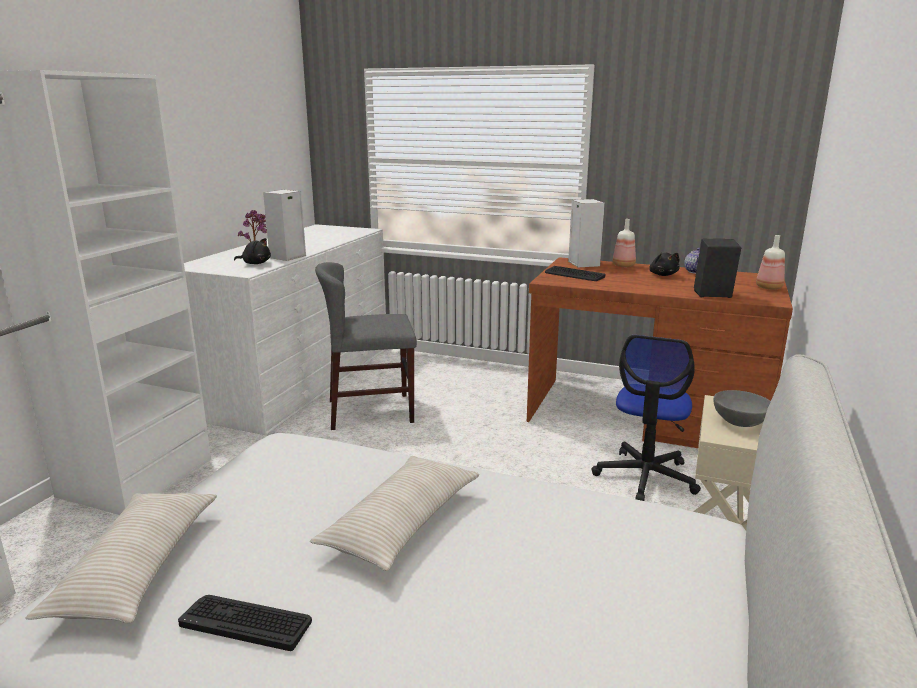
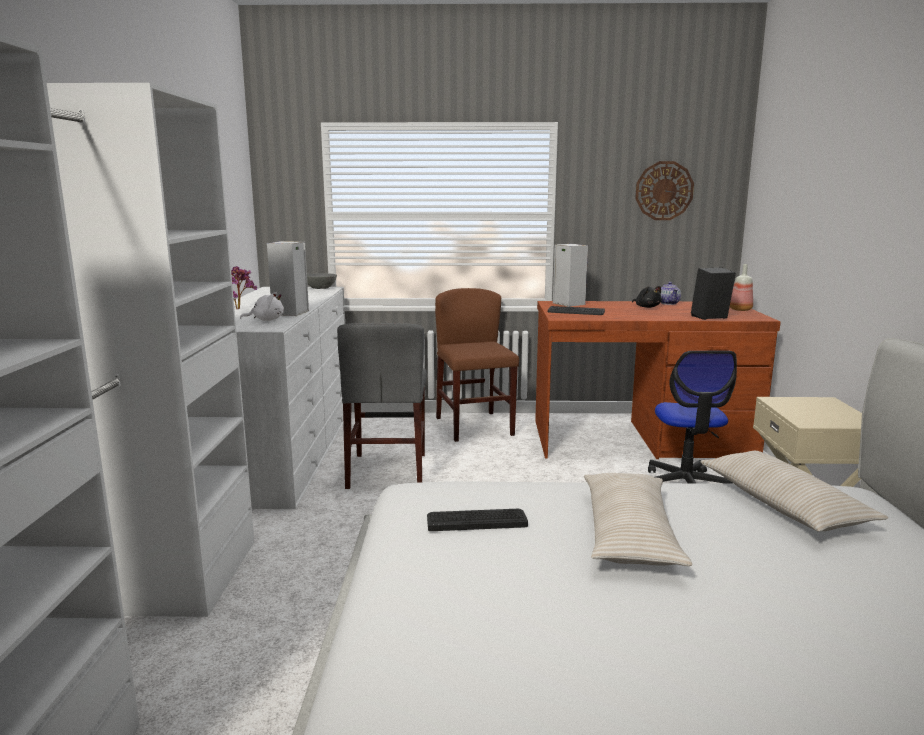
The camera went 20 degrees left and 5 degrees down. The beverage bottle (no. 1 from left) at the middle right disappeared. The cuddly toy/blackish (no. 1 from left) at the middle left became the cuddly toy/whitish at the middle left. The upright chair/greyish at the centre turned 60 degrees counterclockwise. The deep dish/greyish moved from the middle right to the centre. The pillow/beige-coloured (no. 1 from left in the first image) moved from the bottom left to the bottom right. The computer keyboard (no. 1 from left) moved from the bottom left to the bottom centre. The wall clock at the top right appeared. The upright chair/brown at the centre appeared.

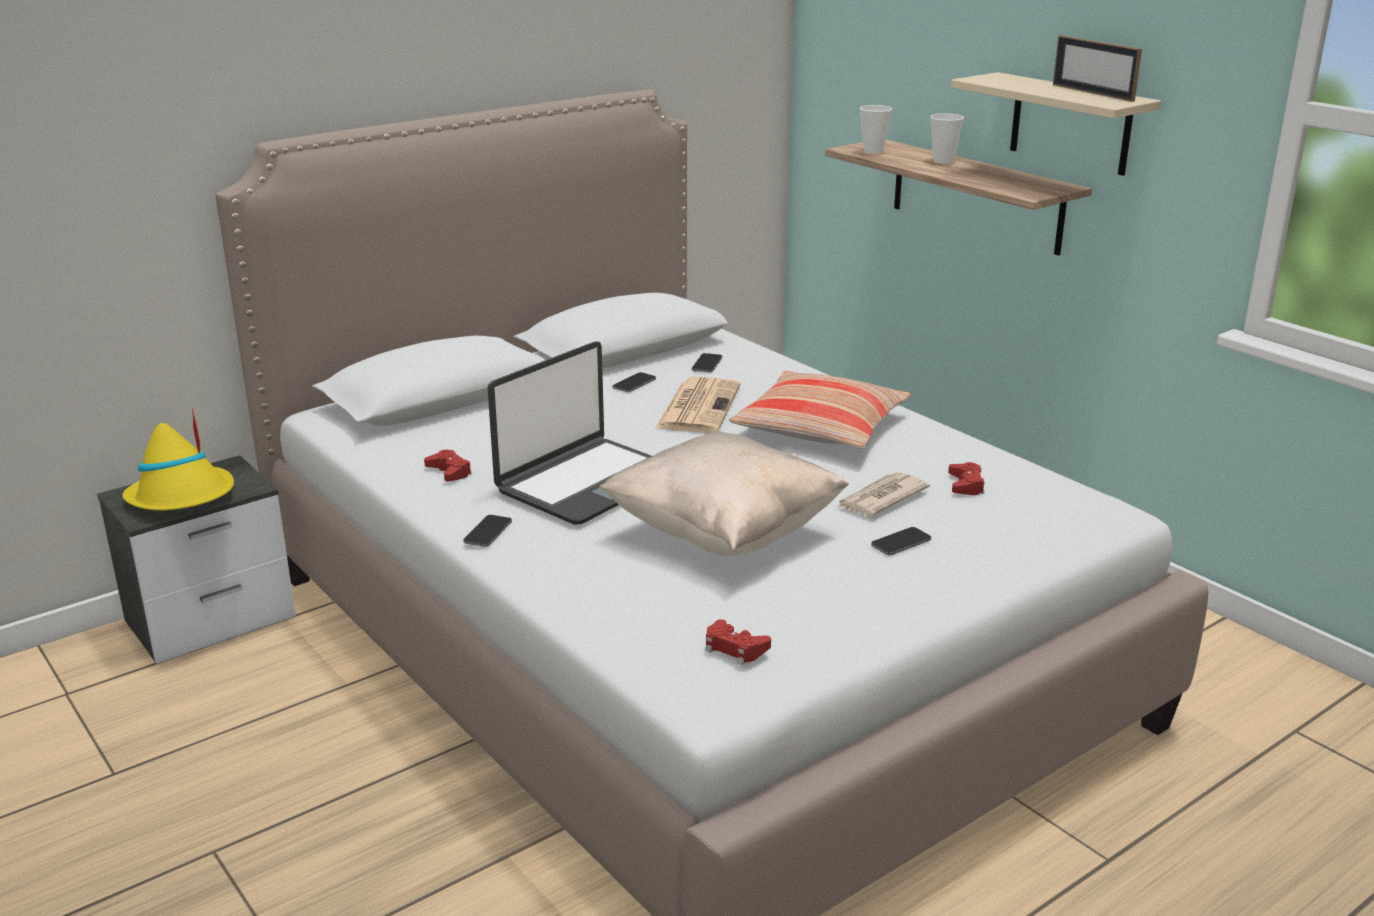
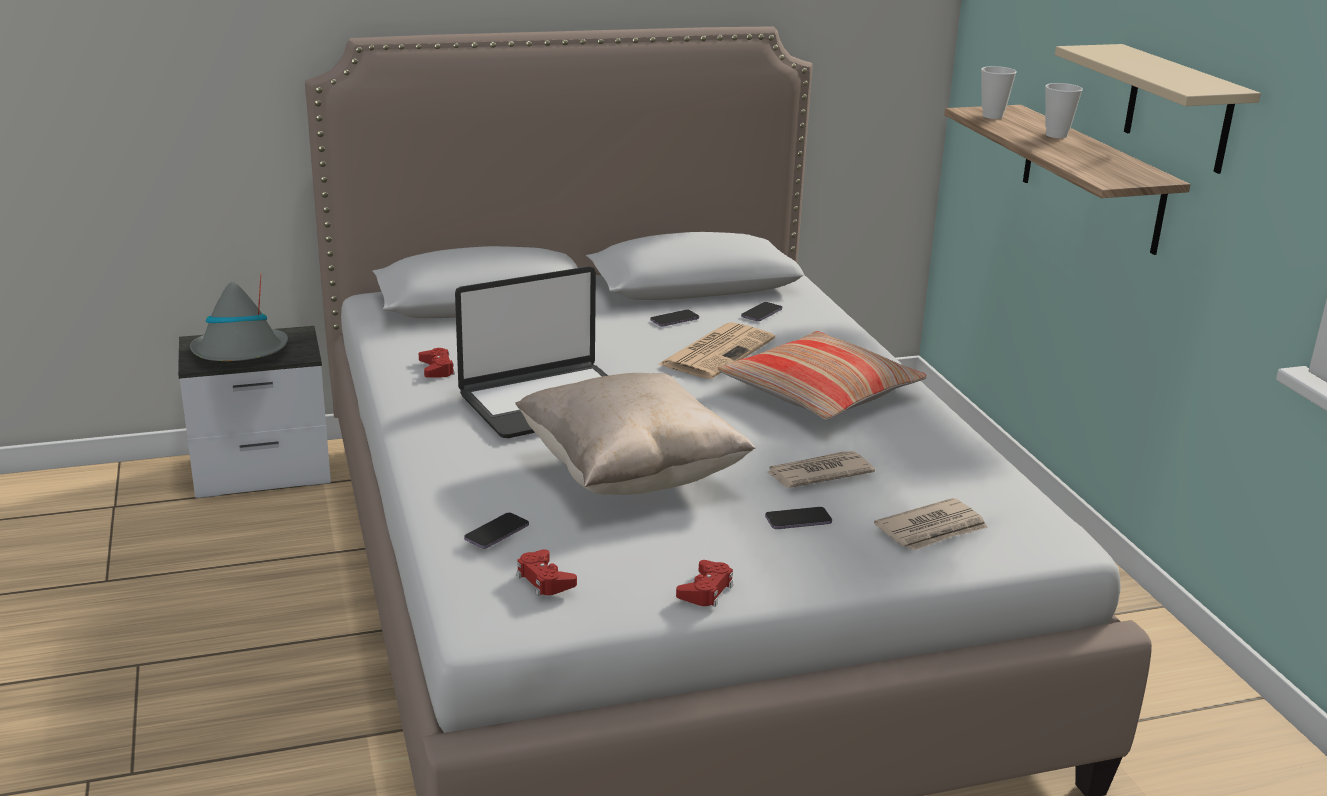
The camera went 20 degrees right and 0 degrees up. The picture frame at the top right disappeared. The wearable hat/yellowish at the middle left became the wearable hat/greyish at the middle left. The gamepad/reddish (no. 3 from left) moved from the middle right to the bottom centre. The phone (no. 1 from left) moved from the centre to the bottom centre. The printed paper (no. 3 from left) at the middle right appeared.

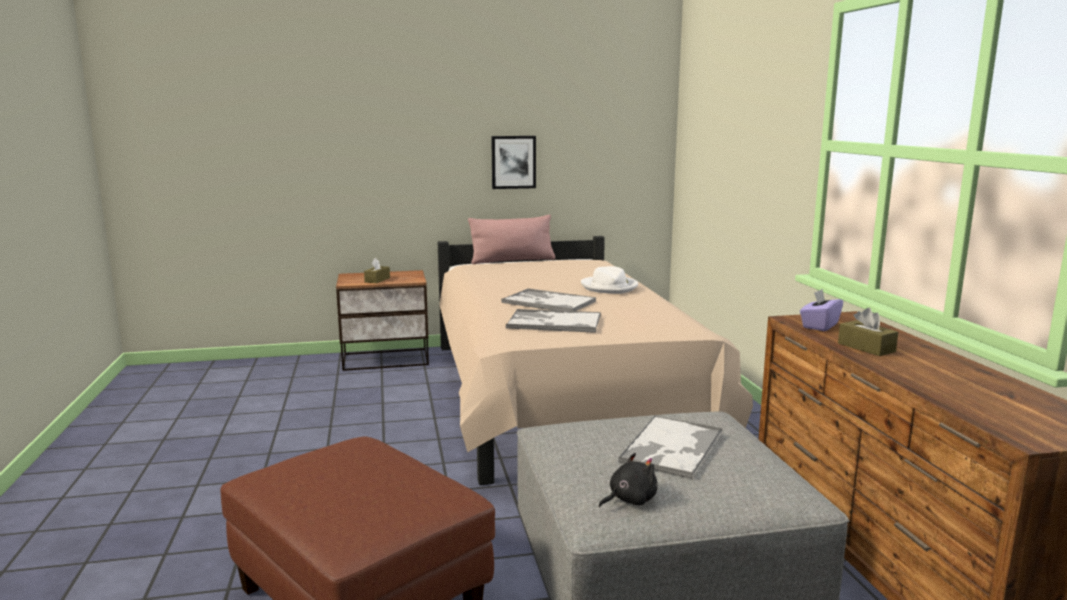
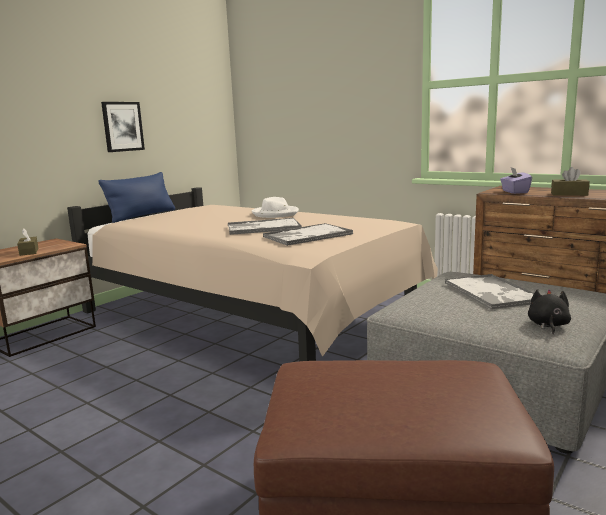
The camera went 40 degrees left and 0 degrees up. The pillow/pinkish at the centre became the pillow/bluish at the middle left.

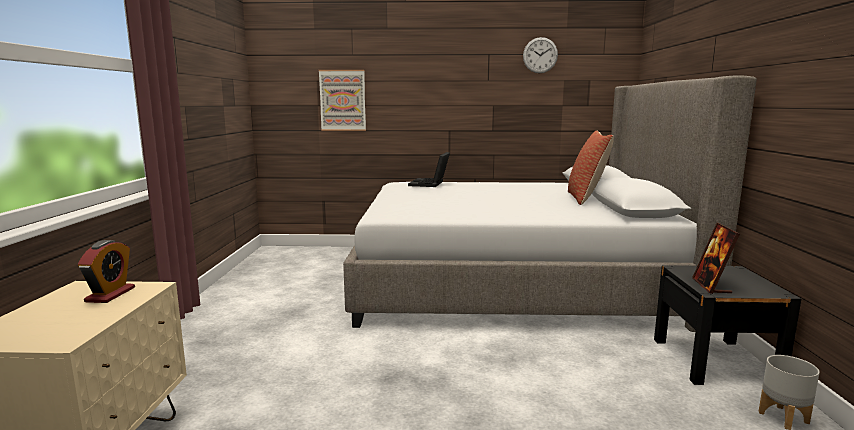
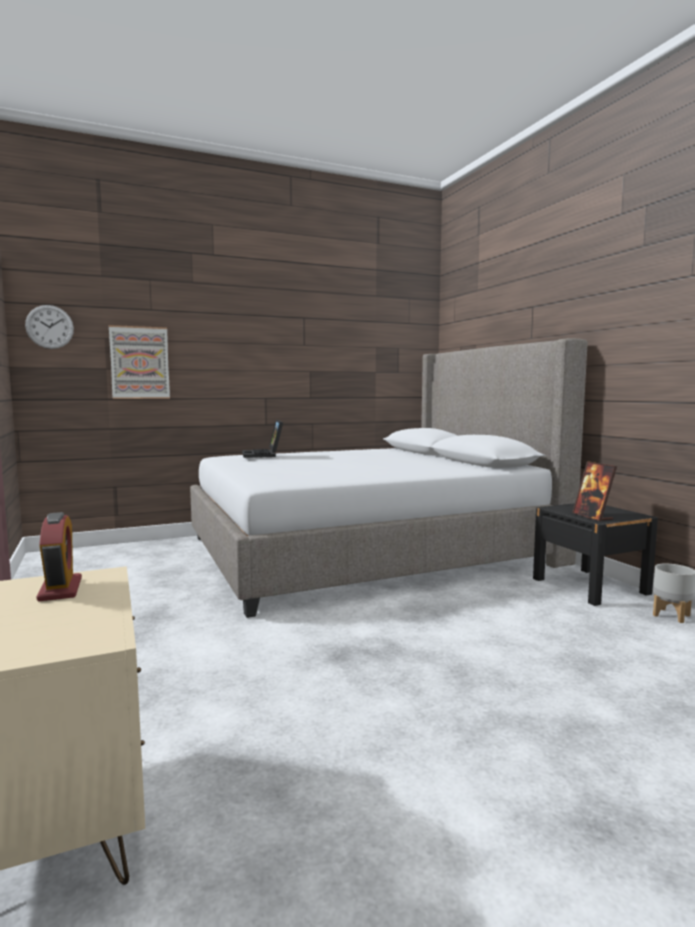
The camera went 25 degrees left and 5 degrees down. The wall clock moved from the top centre to the middle left. The pillow at the middle right disappeared.

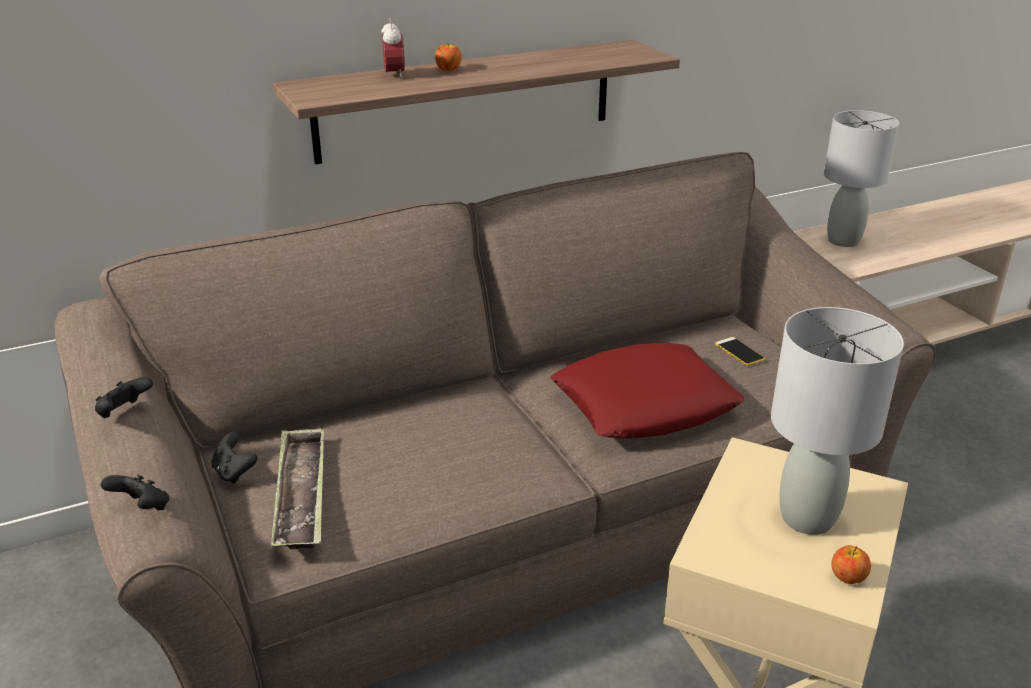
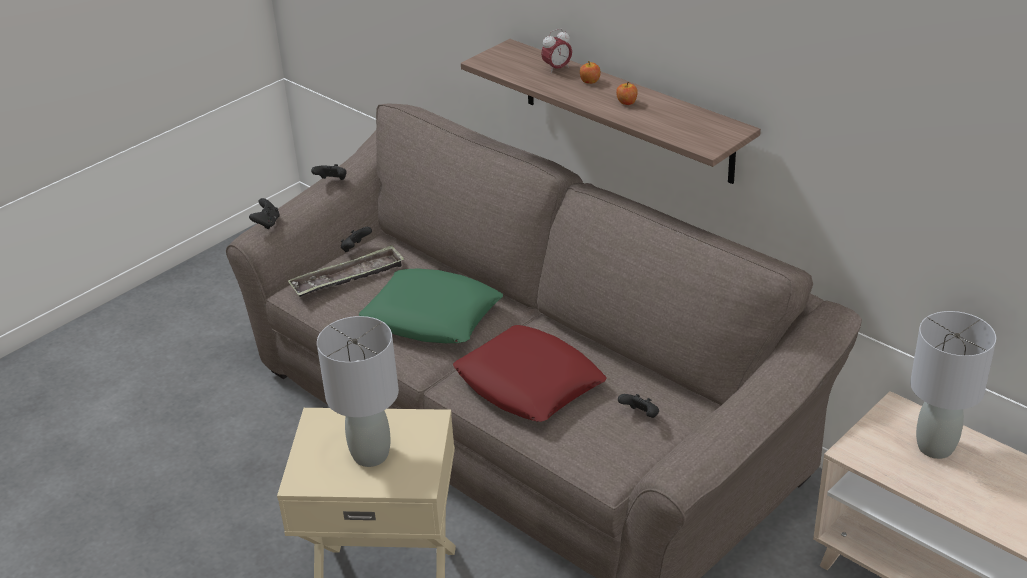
The camera went 70 degrees right and 5 degrees up. The phone at the middle right was replaced by the gamepad/blackish (no. 4 from left) at the bottom centre. The whole apple (no. 2 from left) moved from the bottom right to the top centre. The pillow/greenish at the centre appeared.

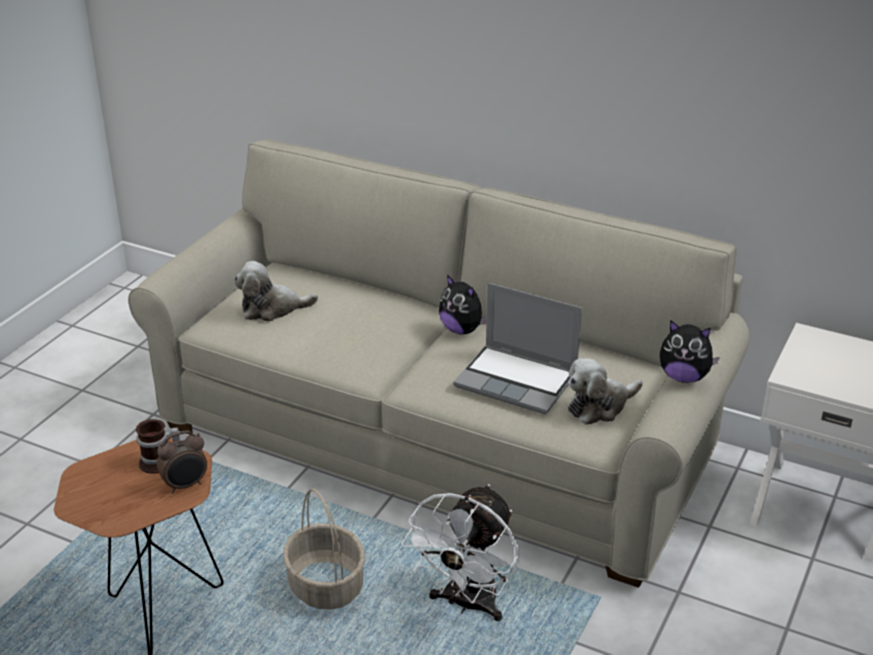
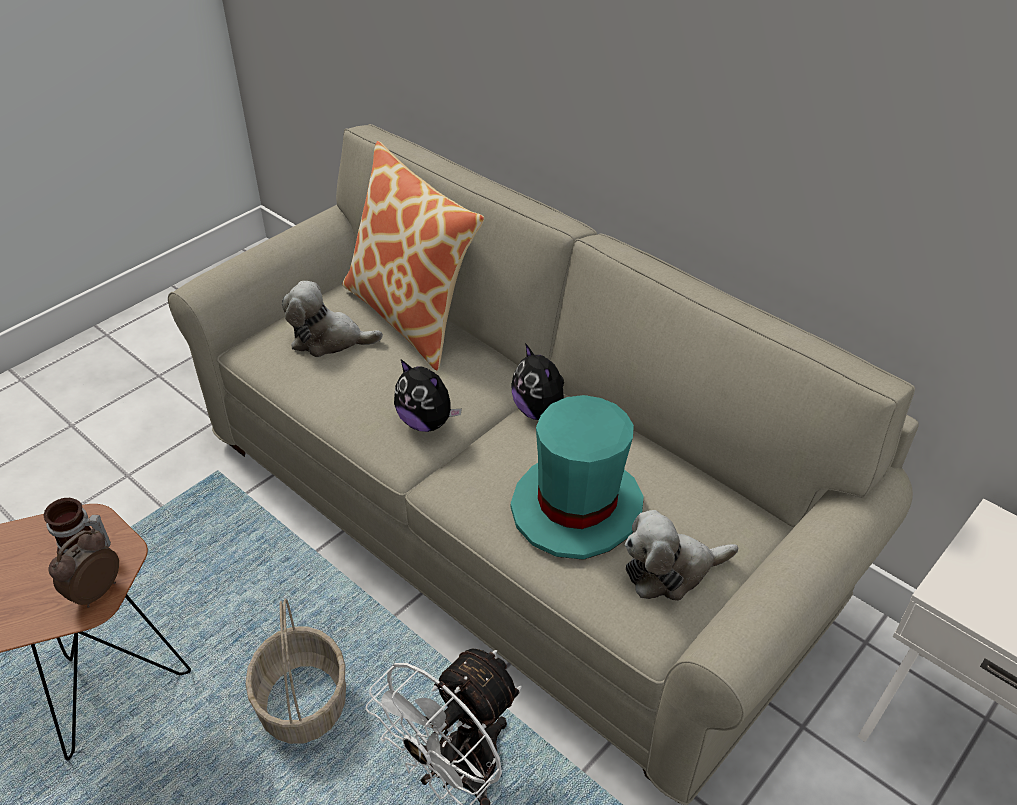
The camera went 15 degrees right and 10 degrees up. The portable computer at the centre was replaced by the wearable hat/blue-green at the centre. The cuddly toy (no. 4 from left in the first image) moved from the middle right to the centre. The table clock at the bottom left turned 135 degrees clockwise. The pillow at the top centre appeared.

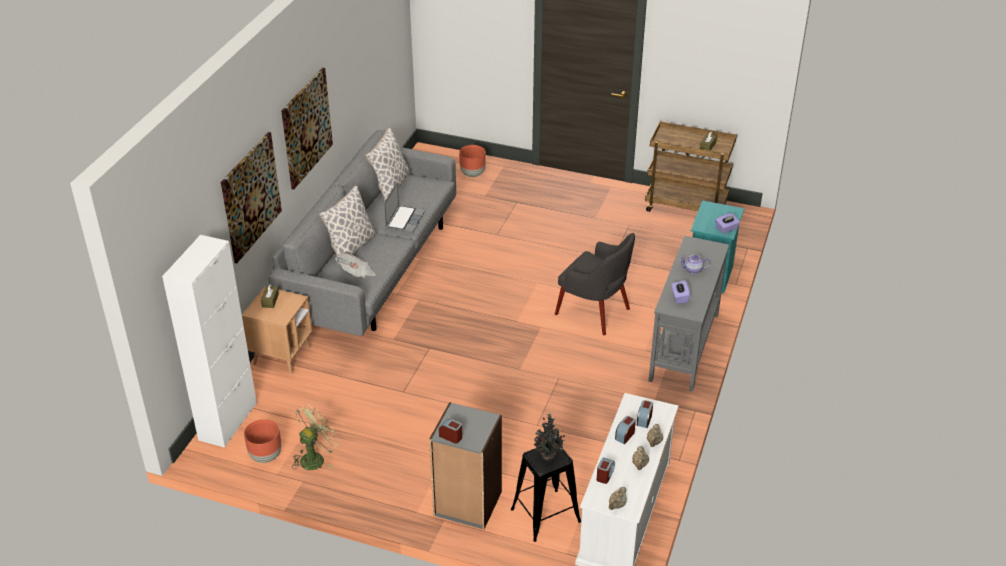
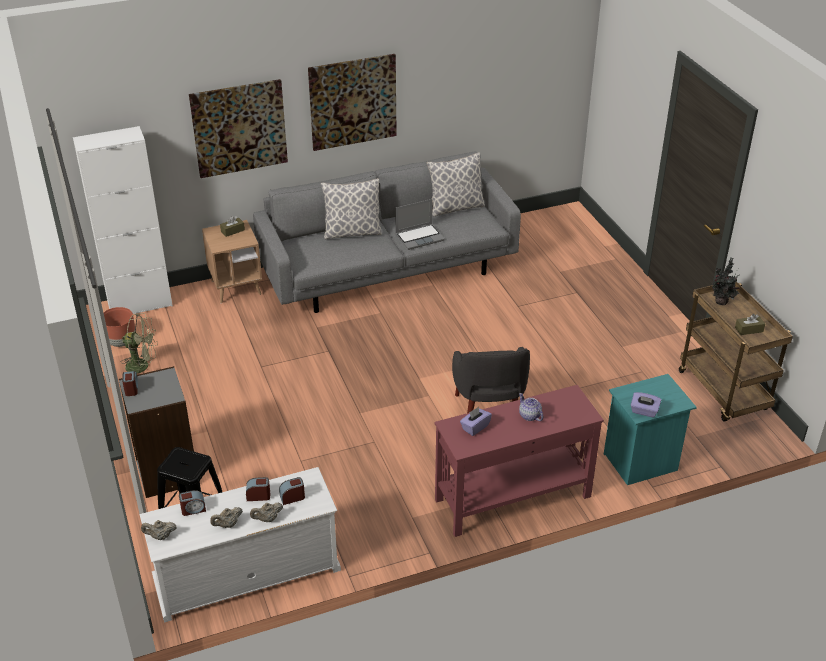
The camera went 50 degrees right and 0 degrees up. The plant pot/brown (no. 2 from left) at the top centre disappeared. The console table/greyish at the middle right became the console table/reddish at the bottom centre. The printed paper at the centre disappeared. The houseplant moved from the bottom centre to the middle right.

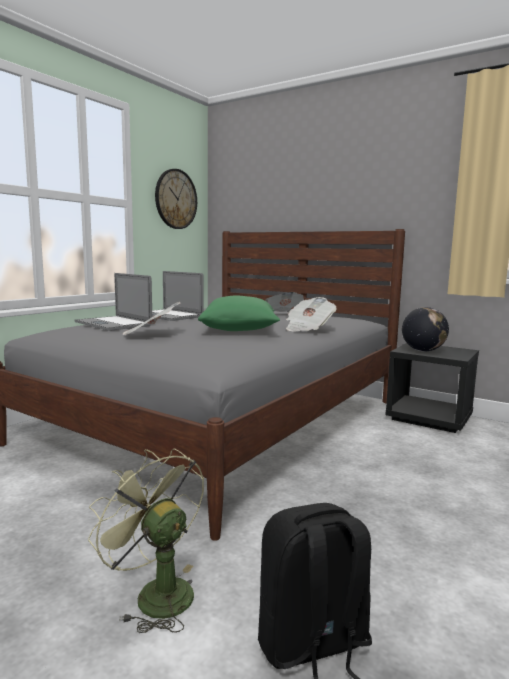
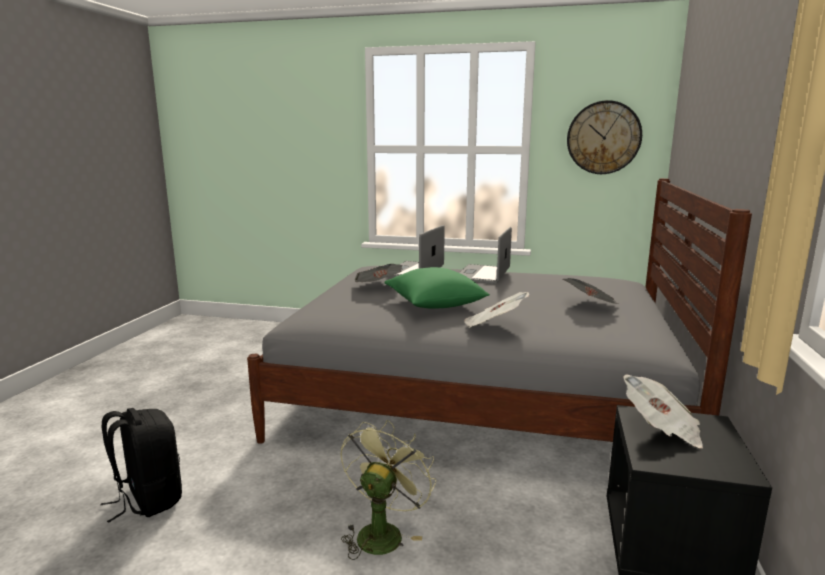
The camera went 70 degrees right and 5 degrees up. The world globe at the middle right was replaced by the printed paper (no. 4 from left) at the bottom right. The electric fan/greenish moved from the bottom left to the bottom centre.

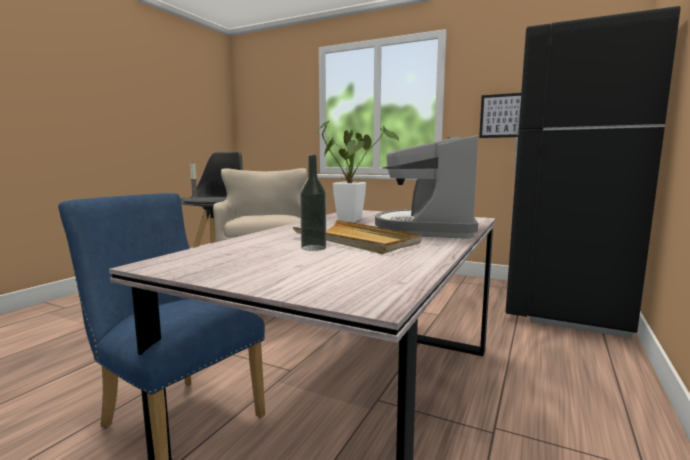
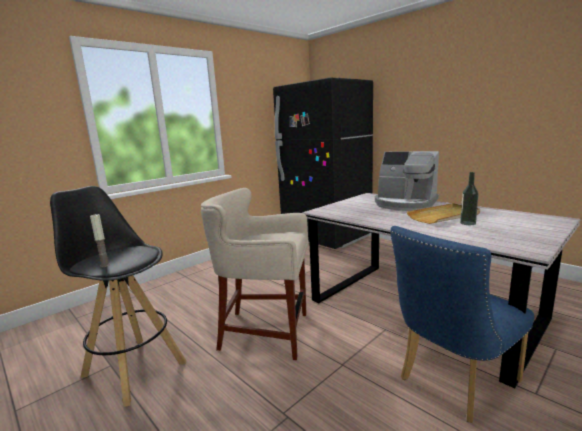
The camera went 70 degrees left and 5 degrees up. The wall picture at the top right disappeared. The houseplant at the centre disappeared.

